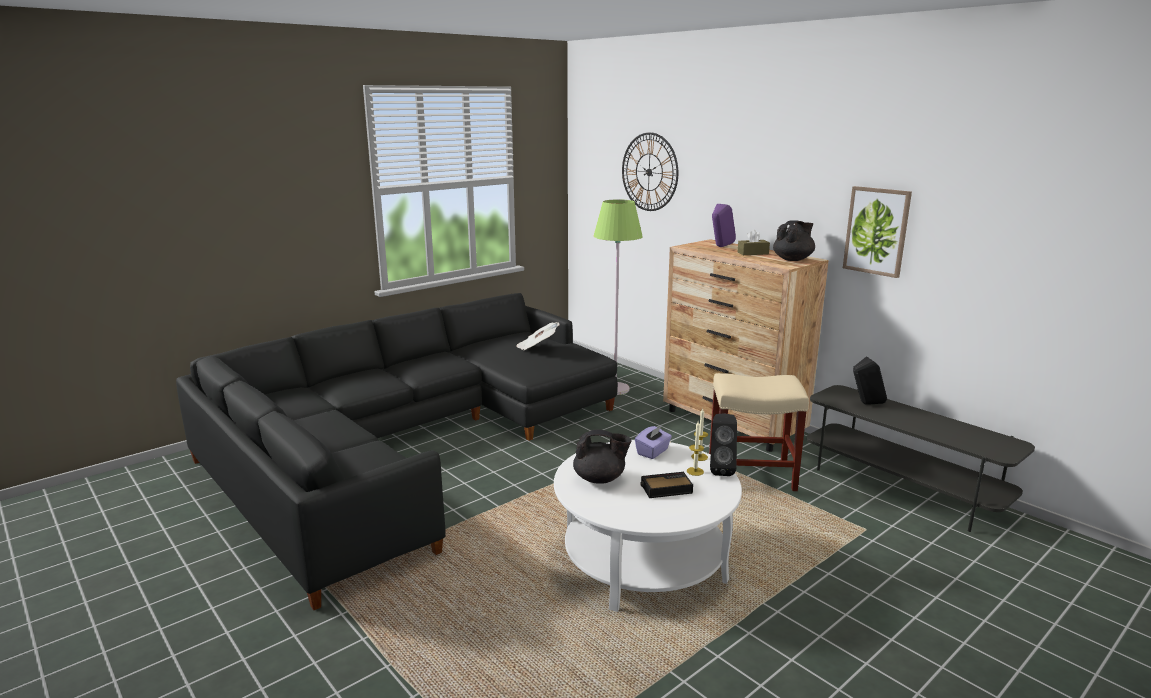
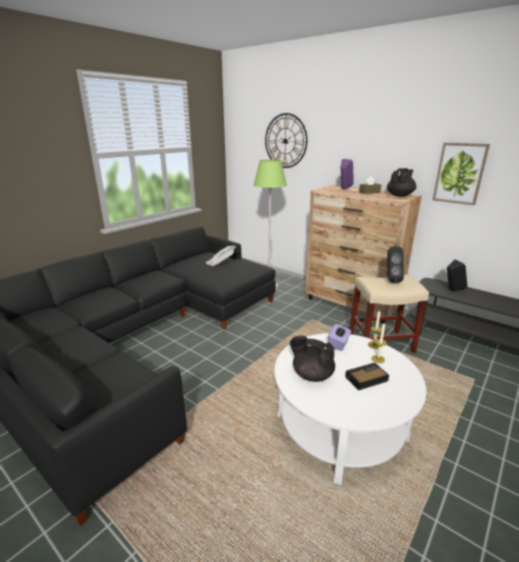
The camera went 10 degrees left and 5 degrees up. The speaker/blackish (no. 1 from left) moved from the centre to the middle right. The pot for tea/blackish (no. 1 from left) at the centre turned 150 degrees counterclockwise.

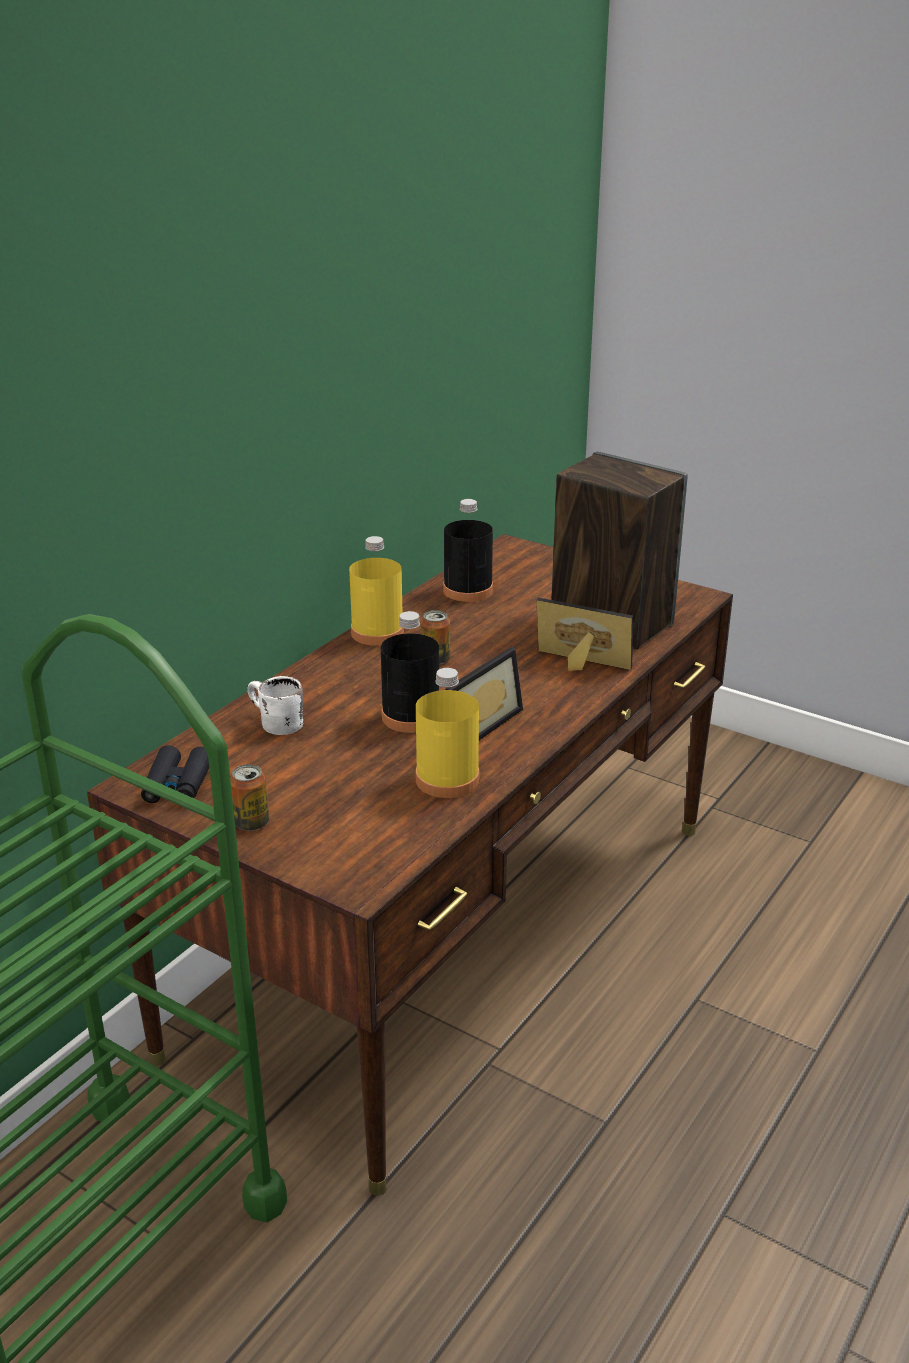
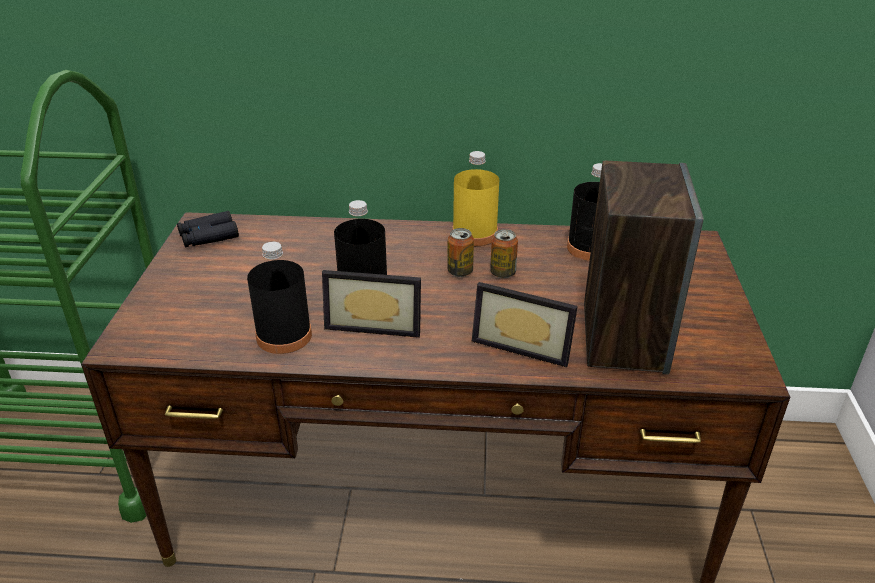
The camera went 60 degrees right and 5 degrees up. The picture frame (no. 2 from left) at the centre turned 120 degrees clockwise. The beverage bottle/yellowish (no. 2 from left) at the centre became the beverage bottle/blackish (no. 1 from left) at the middle left. The coffee mug/whitish at the middle left disappeared. The sealed can (no. 1 from left in the first image) moved from the middle left to the centre.

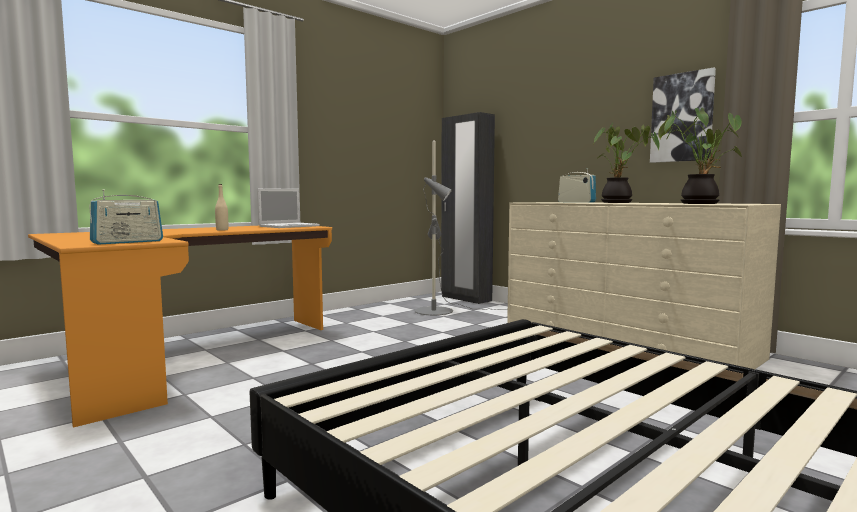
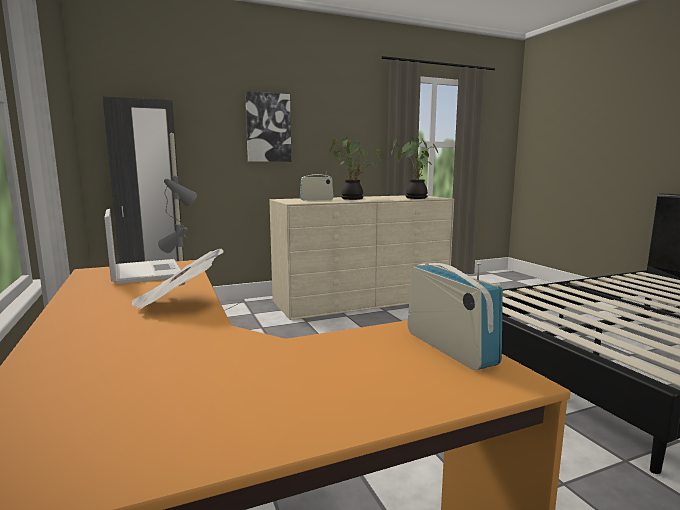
The camera went 70 degrees left and 5 degrees up. The wall picture moved from the top right to the top centre. The beverage bottle/beige-coloured at the middle left was replaced by the printed paper at the middle left.

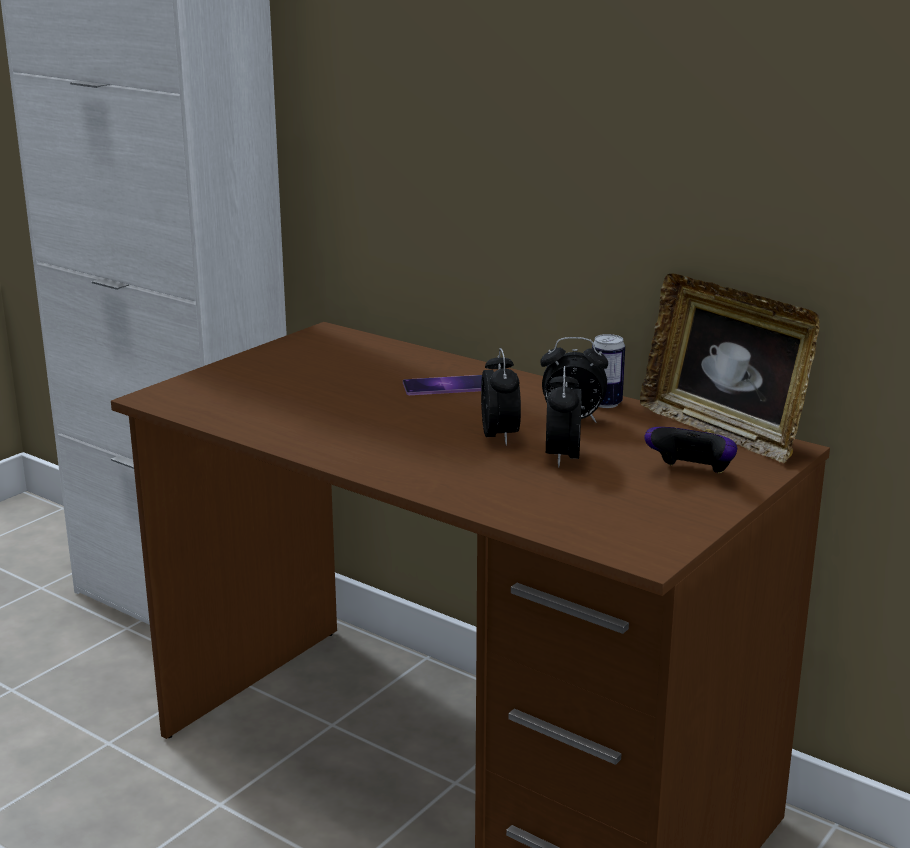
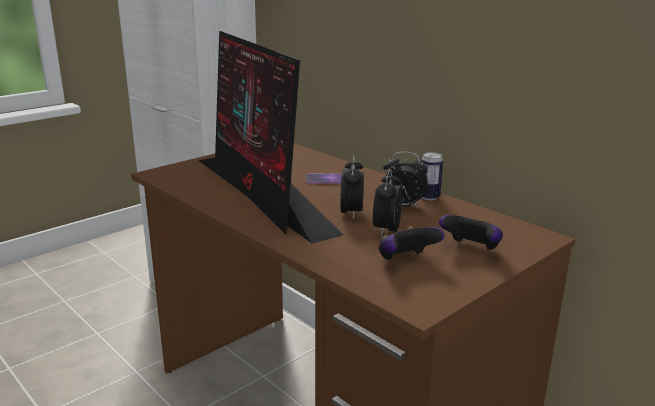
The camera went 10 degrees right and 0 degrees up. The picture frame at the middle right disappeared. The computer screen at the centre appeared. The gamepad (no. 1 from left) at the centre appeared.

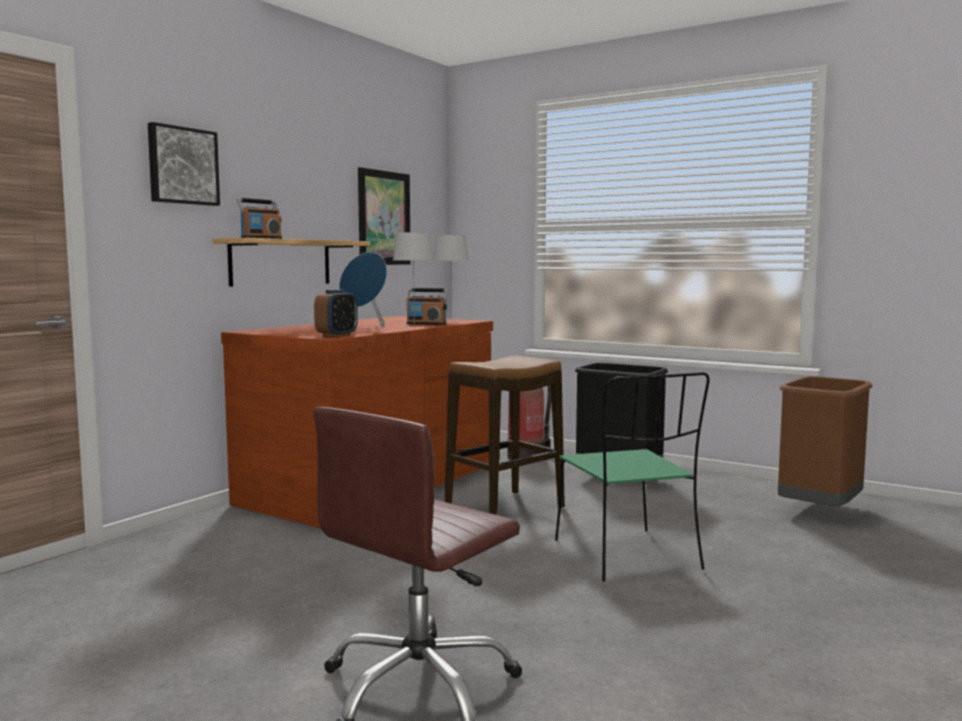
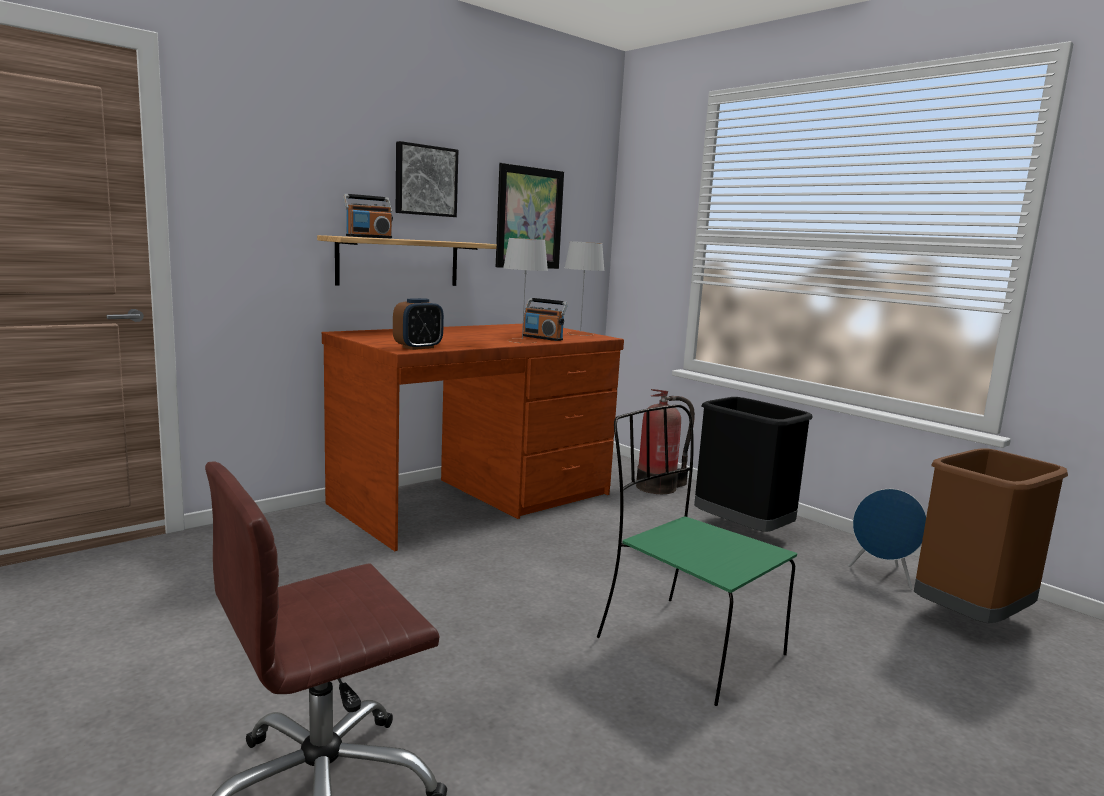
The camera went 15 degrees right and 5 degrees up. The wall picture (no. 1 from left) moved from the top left to the top centre. The speaker/bluish moved from the centre to the bottom right. The stool at the centre disappeared. The upright chair/greenish at the centre turned 135 degrees clockwise.

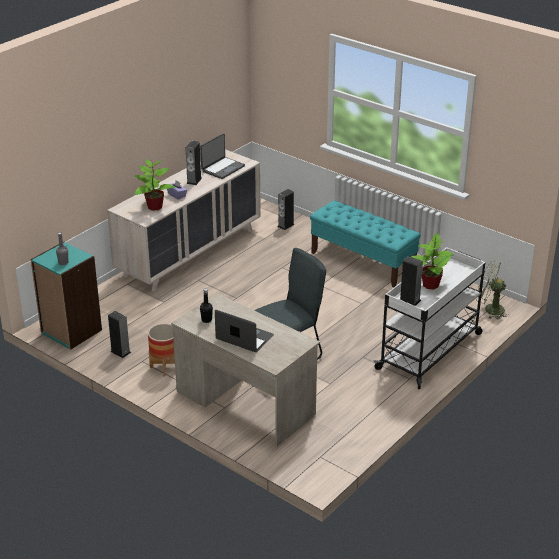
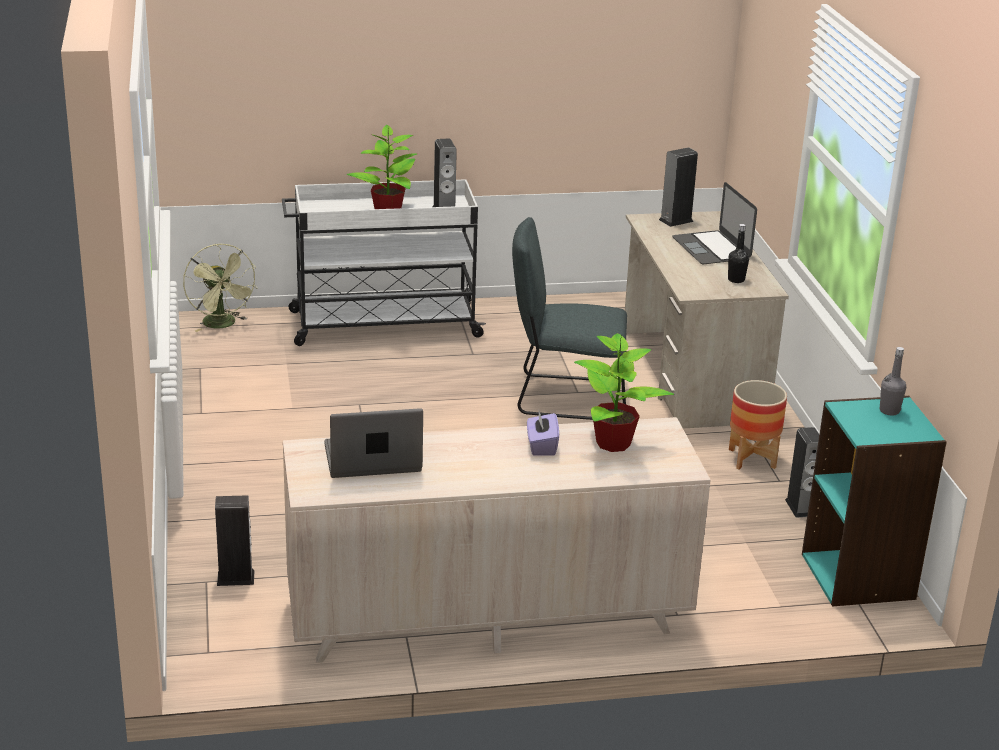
The camera went 140 degrees left and 5 degrees down. The speaker (no. 2 from left in the first image) moved from the top centre to the top right. The long seat/blue-green at the centre disappeared.

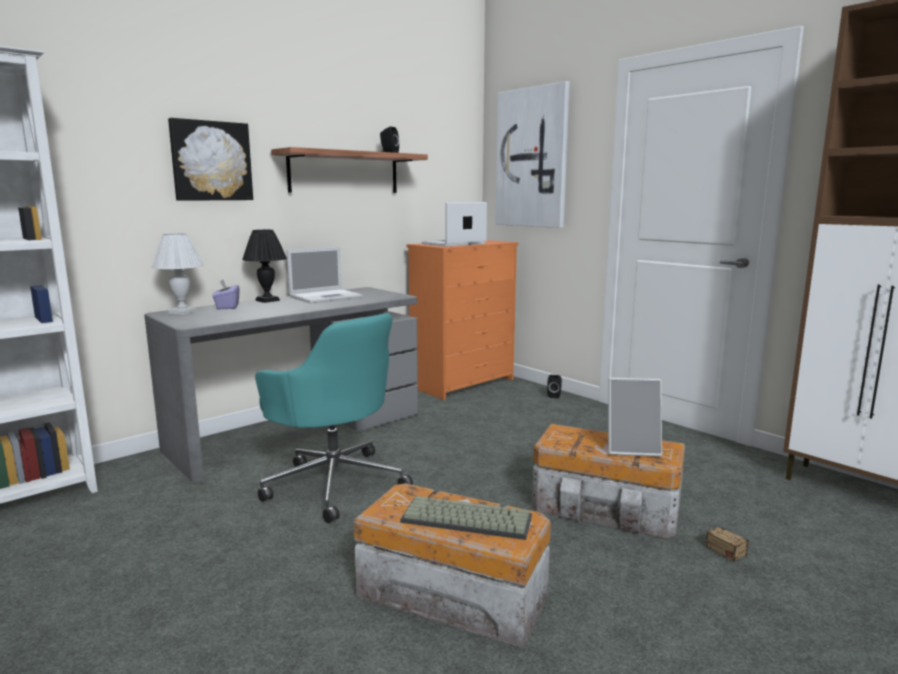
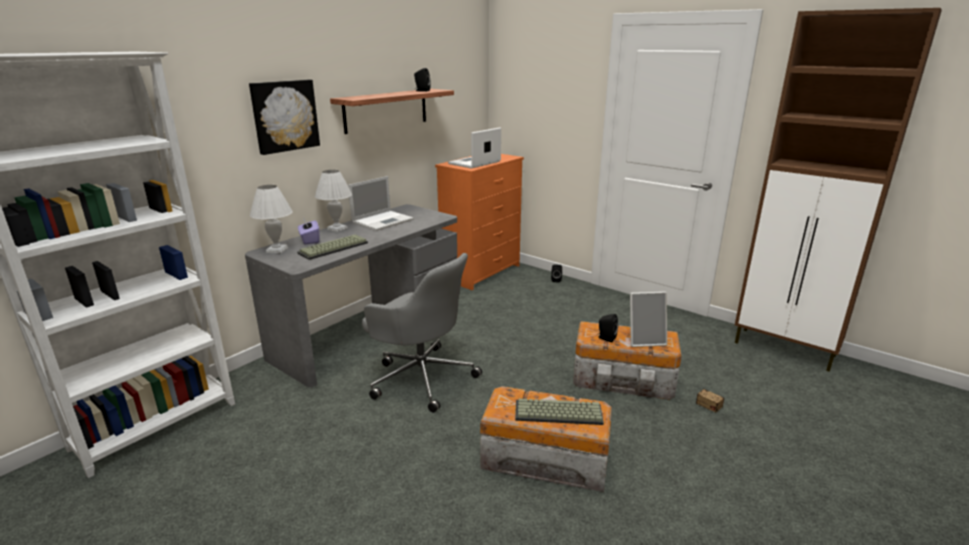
The camera went 10 degrees left and 10 degrees up. The wall picture (no. 2 from left) at the top centre disappeared. The table lamp/blackish at the middle left became the table lamp/whitish (no. 2 from left) at the centre. The office chair/blue-green at the centre became the office chair/greyish at the centre. The computer keyboard (no. 1 from left) at the centre appeared. The speaker/blackish (no. 3 from left) at the centre appeared.

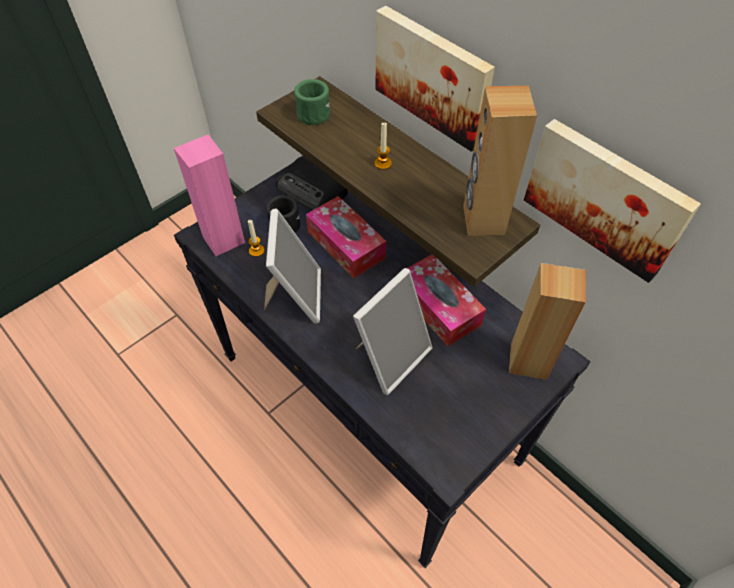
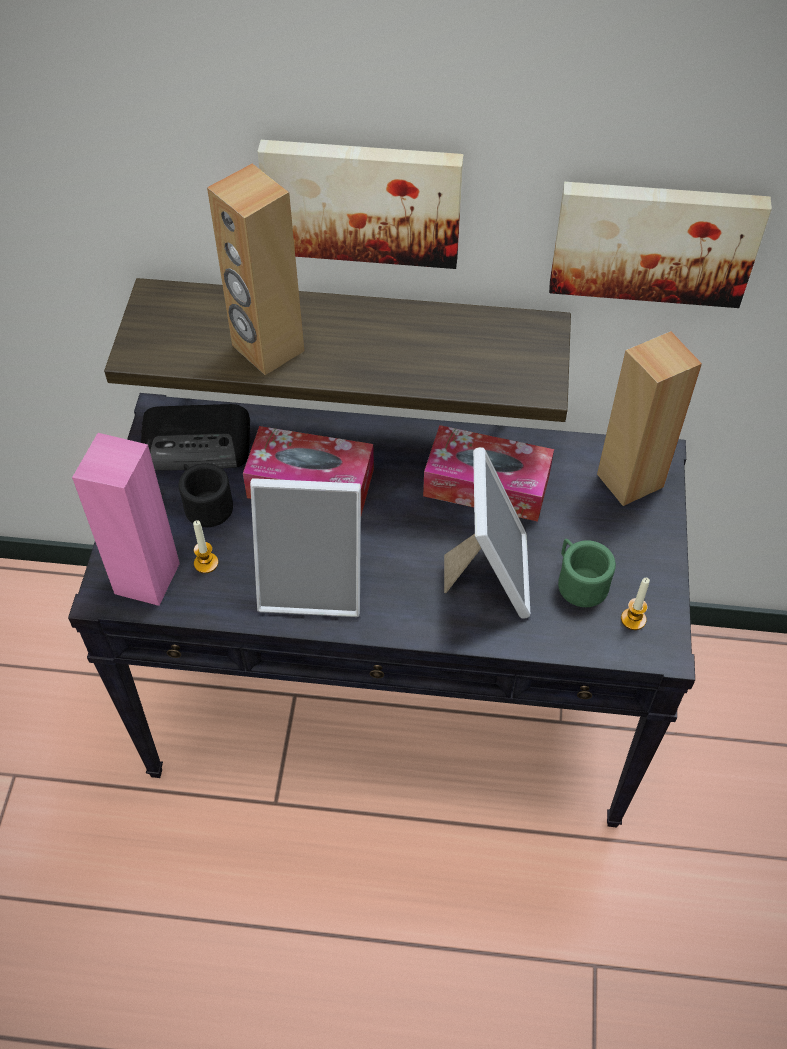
The camera went 40 degrees left and 0 degrees up. The coffee mug/greenish moved from the top centre to the middle right. The speaker/brown (no. 1 from left) moved from the top right to the top left. The candle (no. 2 from left) moved from the top centre to the middle right. The picture frame (no. 1 from left) at the centre turned 135 degrees clockwise.

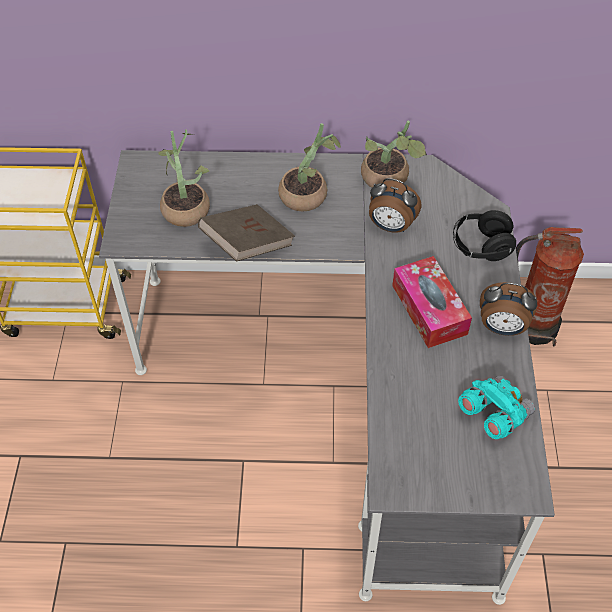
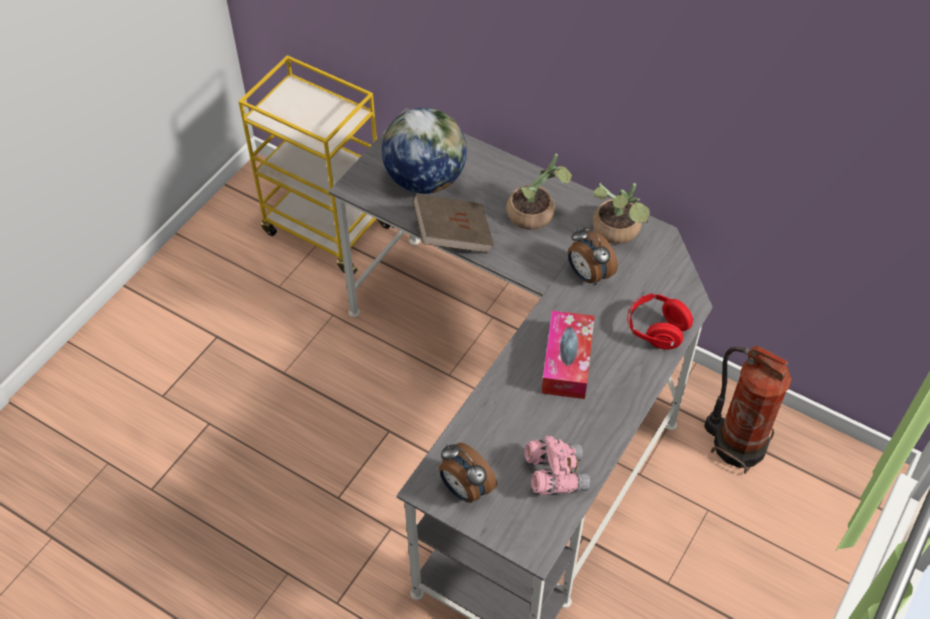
The camera went 30 degrees right and 0 degrees up. The houseplant (no. 1 from left) at the top left was replaced by the world globe at the top centre. The headphones/blackish at the middle right became the headphones/reddish at the middle right. The table clock (no. 2 from left in the first image) moved from the middle right to the bottom centre. The pair of binoculars/blue-green at the middle right became the pair of binoculars/pinkish at the bottom centre.

